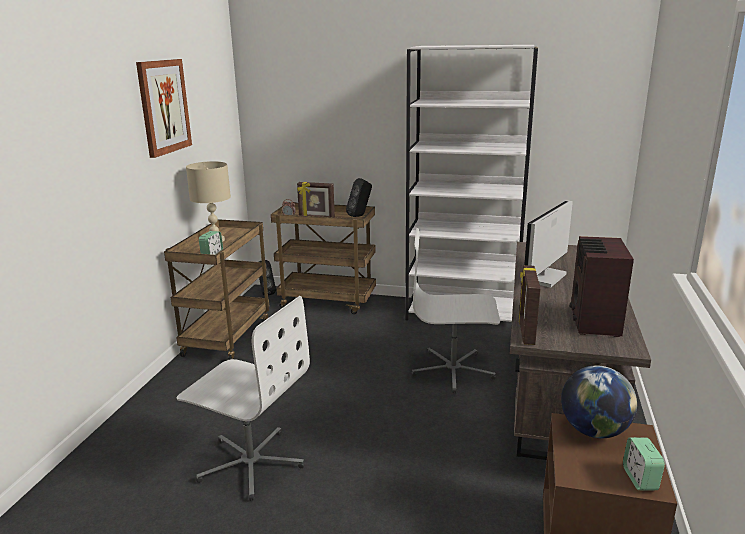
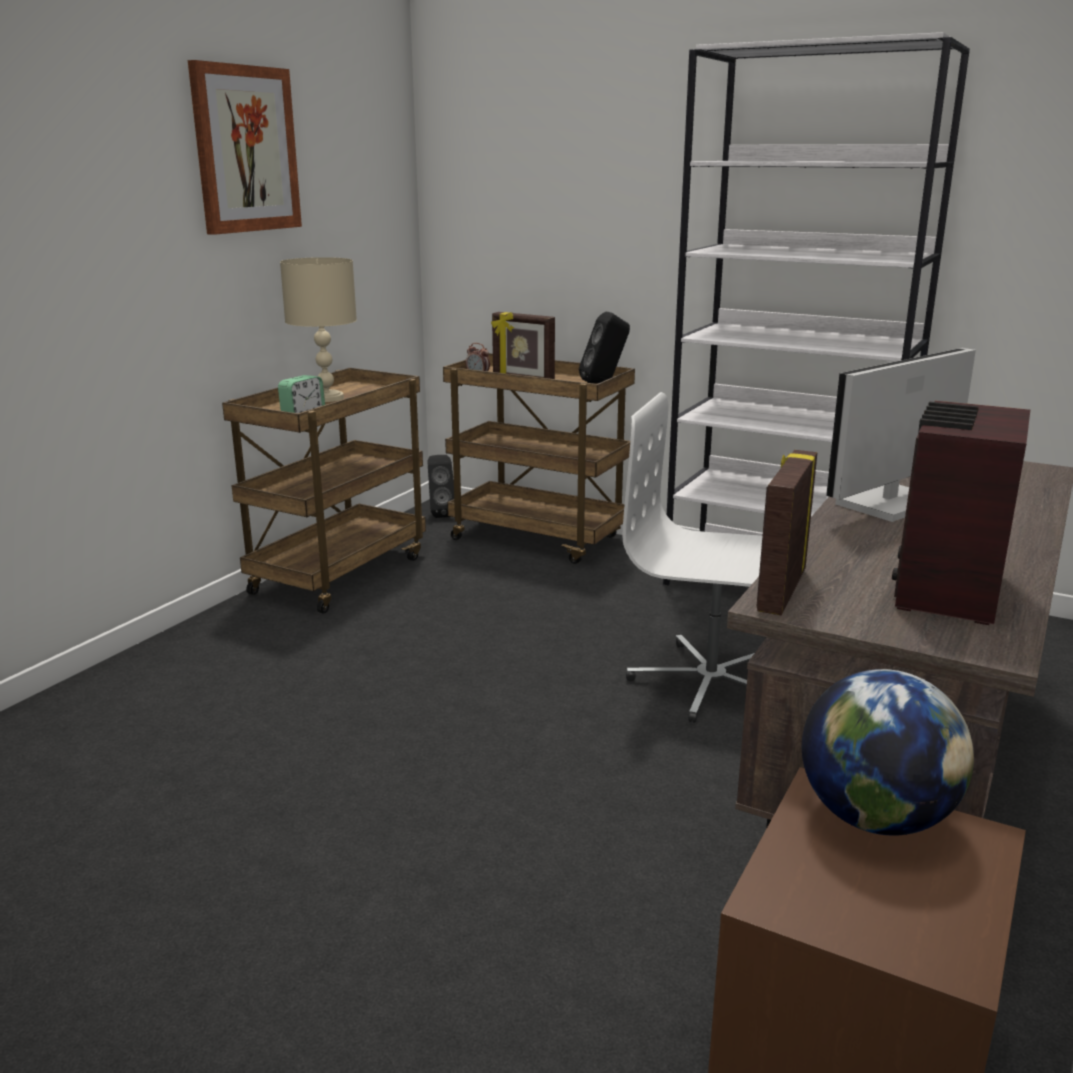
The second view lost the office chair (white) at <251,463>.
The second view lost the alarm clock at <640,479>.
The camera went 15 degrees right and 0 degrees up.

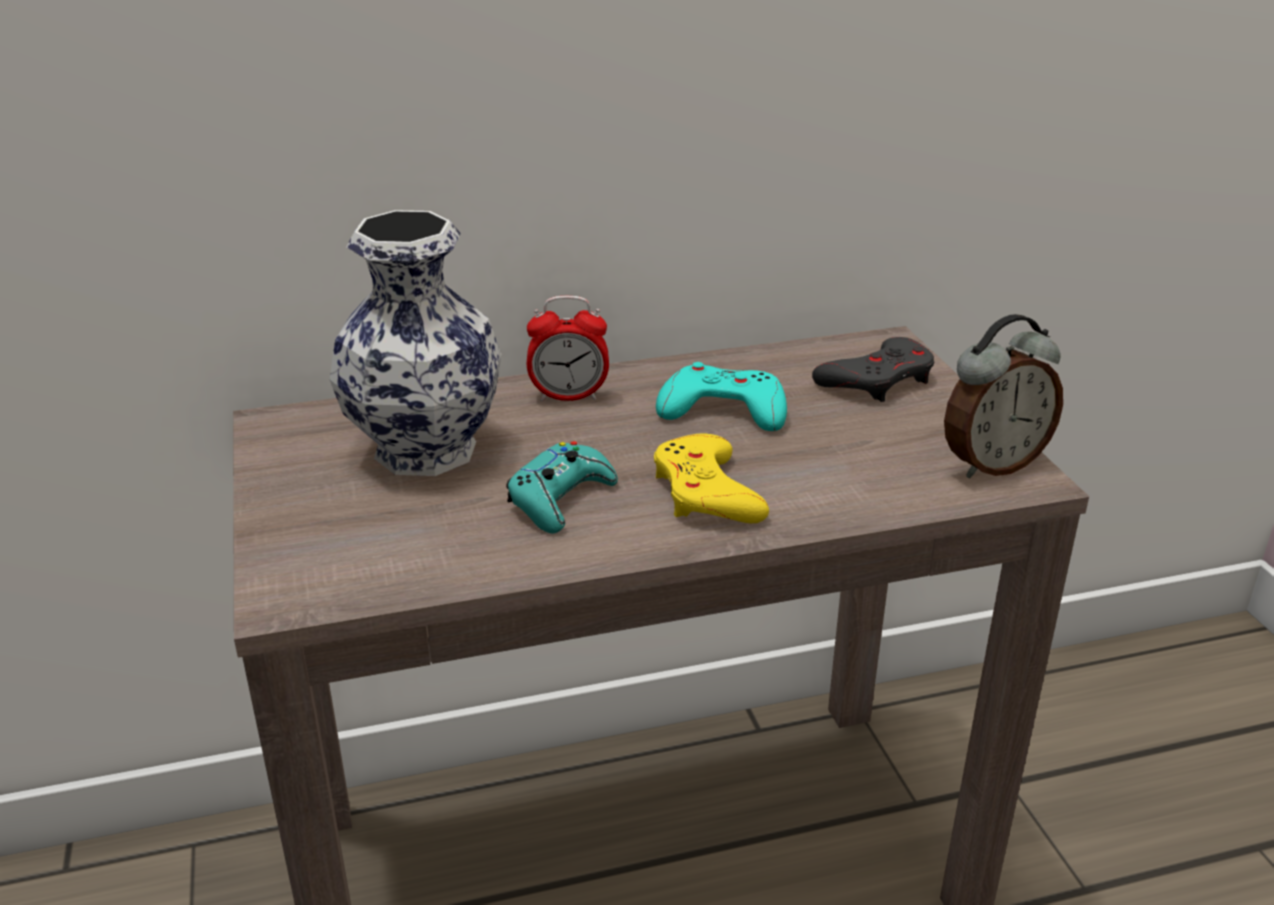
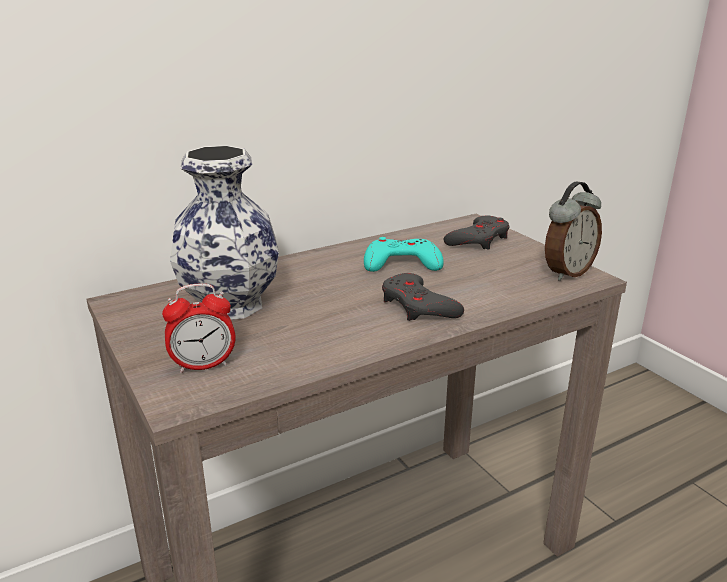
The second view lost the game controller (turquoise) at <560,499>.
The alarm clock ended up elsewhere, having gone from <569,396> to <203,365>.
What was the game controller (yellow) at <706,492> turned into the game controller (grey) at <418,306>.
The camera went 15 degrees left and 5 degrees down.

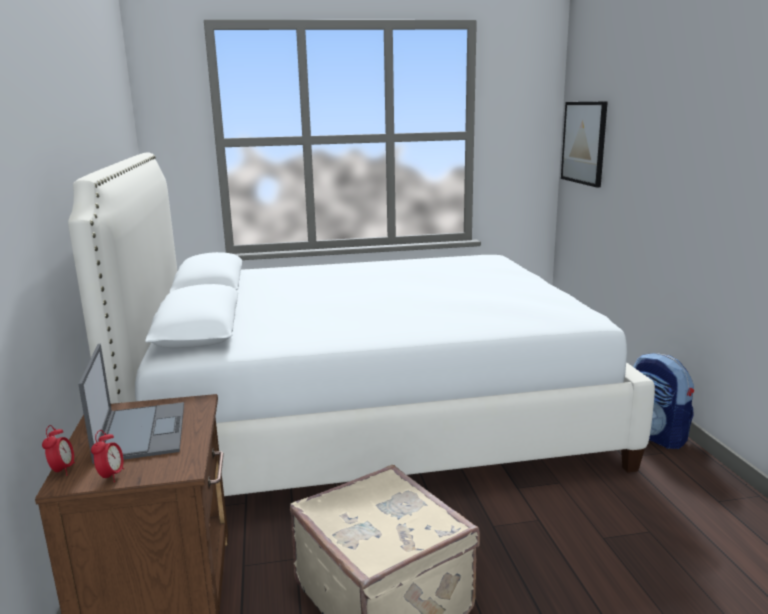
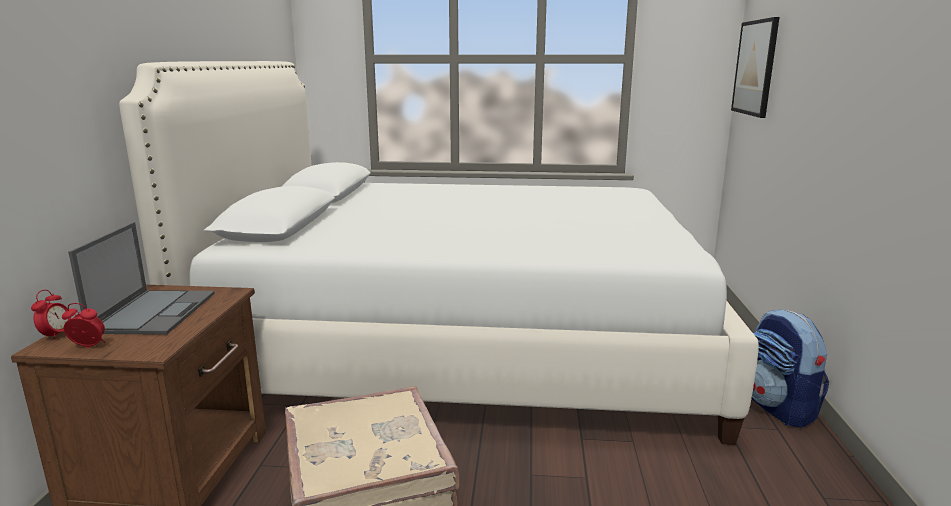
The alarm clock at <111,476> ended up facing another way, 105 degrees counterclockwise from before.
The camera went 15 degrees right and 0 degrees up.

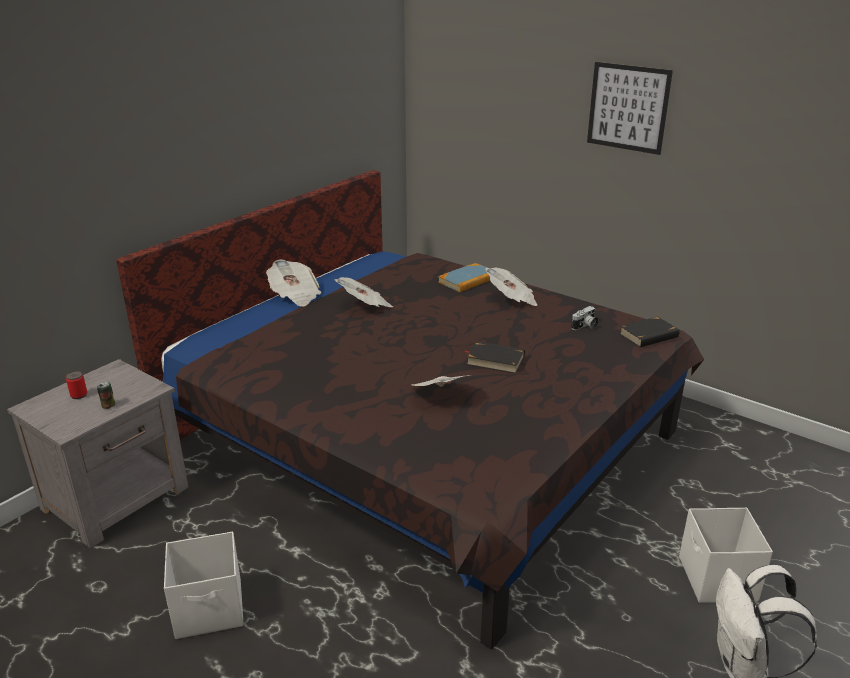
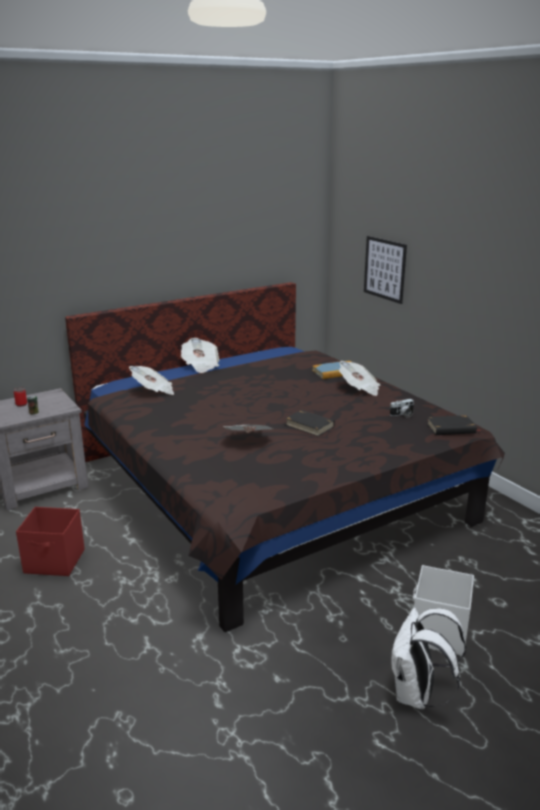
The newspaper ended up elsewhere, having gone from <365,306> to <153,391>.
The picture ended up elsewhere, having gone from <628,107> to <384,269>.
What was the storage box (white) at <210,609> turned into the storage box (red) at <55,562>.
The camera went 20 degrees right and 5 degrees down.

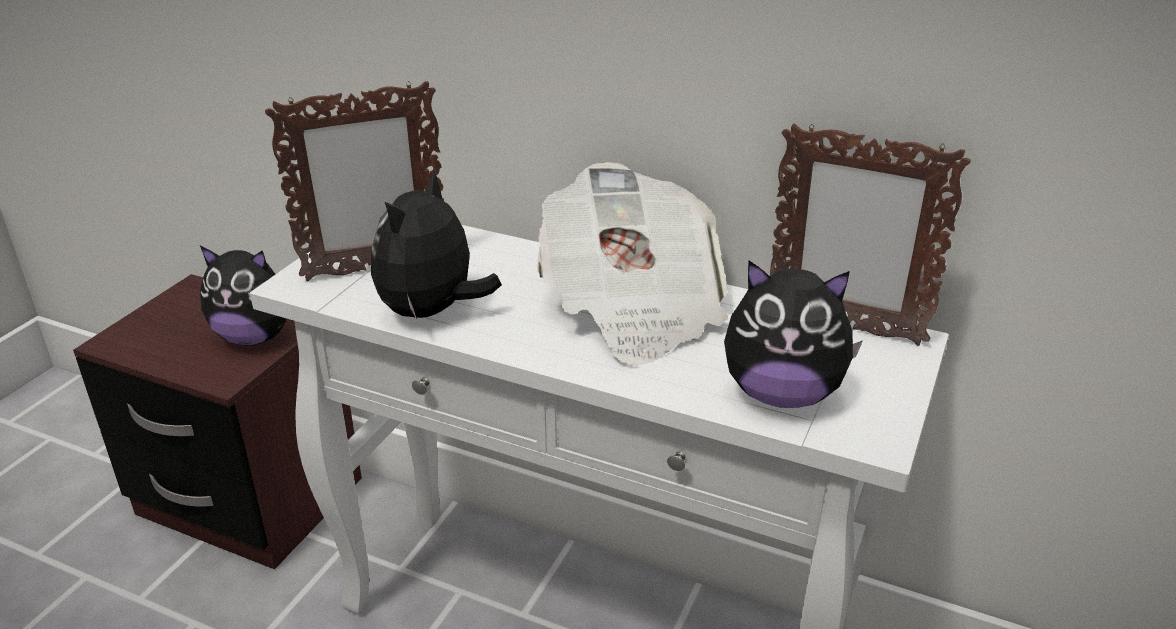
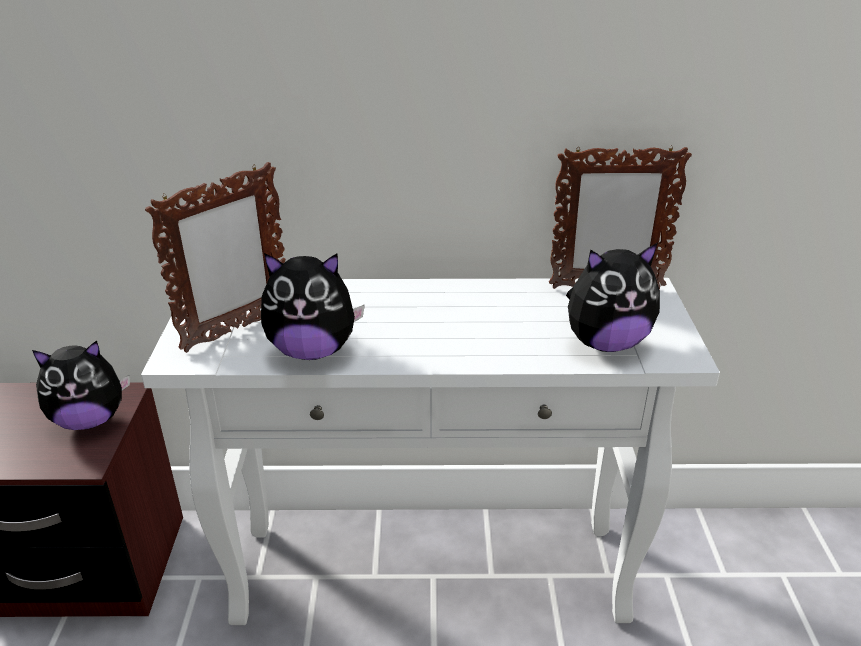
The second view lost the newspaper at <632,307>.
The plush toy at <432,312> ended up facing another way, 90 degrees counterclockwise from before.
The camera went 25 degrees left and 0 degrees up.

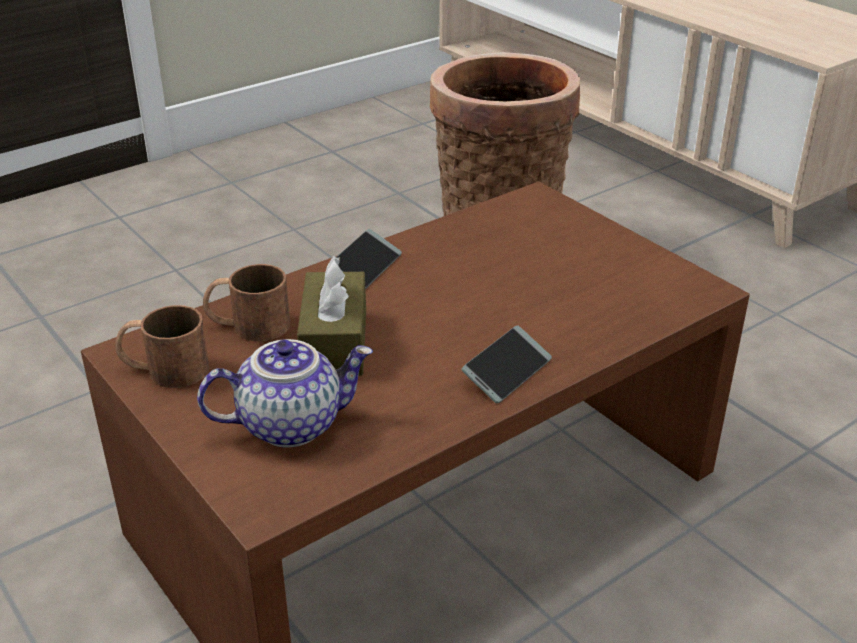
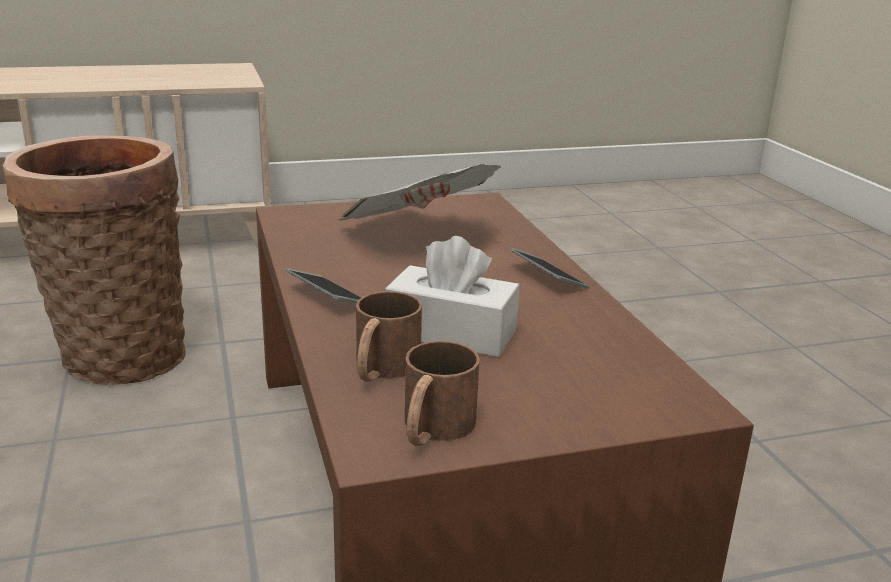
The second view lost the teapot at <291,423>.
The second view gained the newspaper at <416,235>.
What was the tissue box (brown) at <334,342> turned into the tissue box (white) at <451,333>.
The camera went 70 degrees left and 10 degrees down.

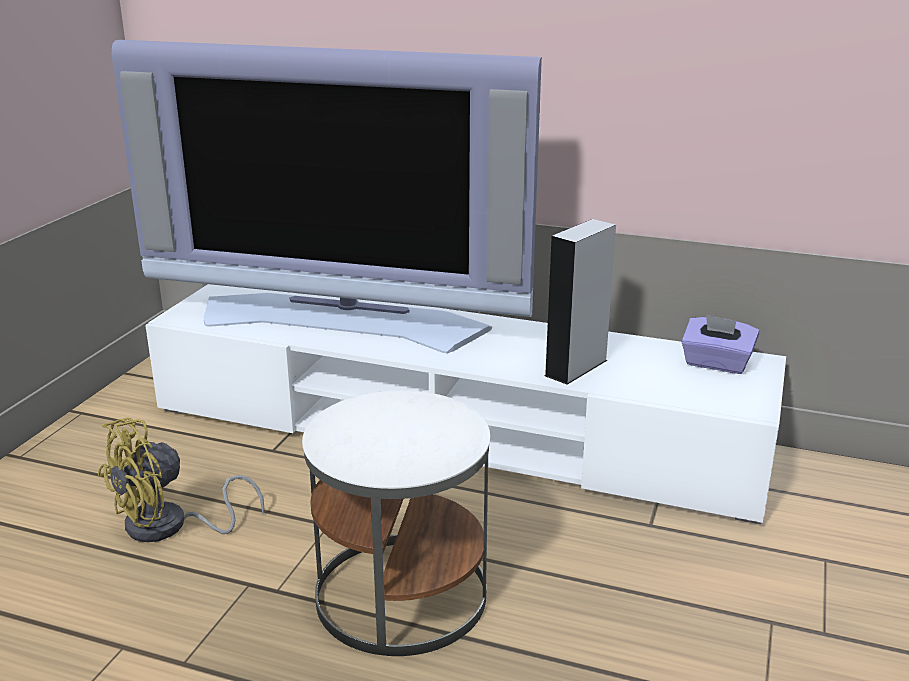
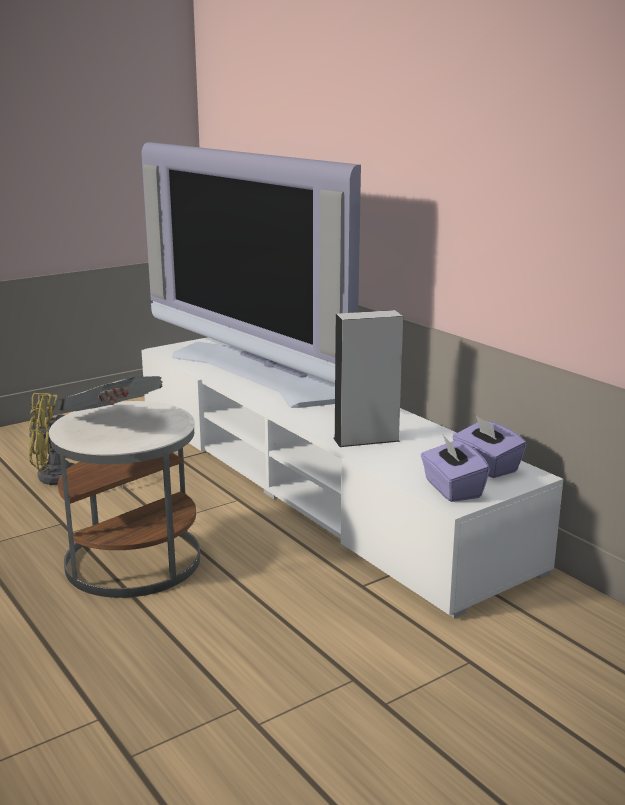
The second view gained the newspaper at <112,423>.
The second view gained the tissue box (purple) at <452,489>.
The camera went 35 degrees right and 5 degrees down.

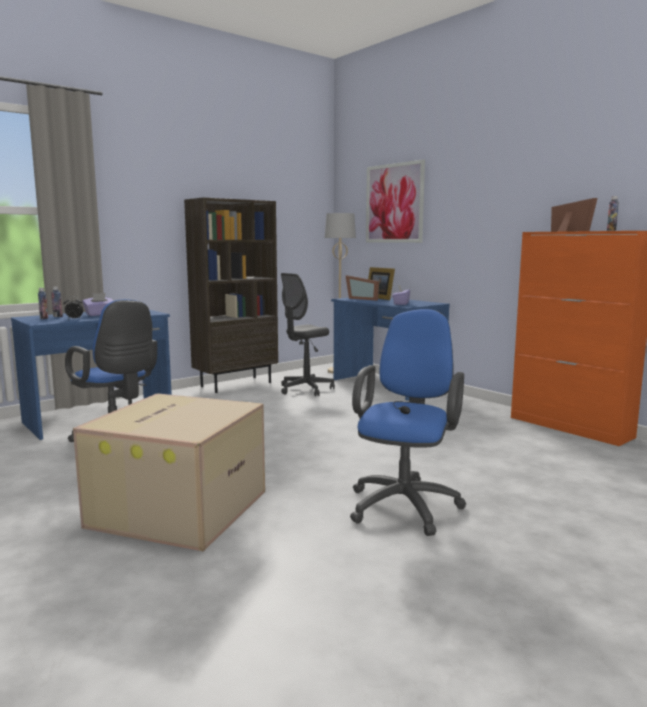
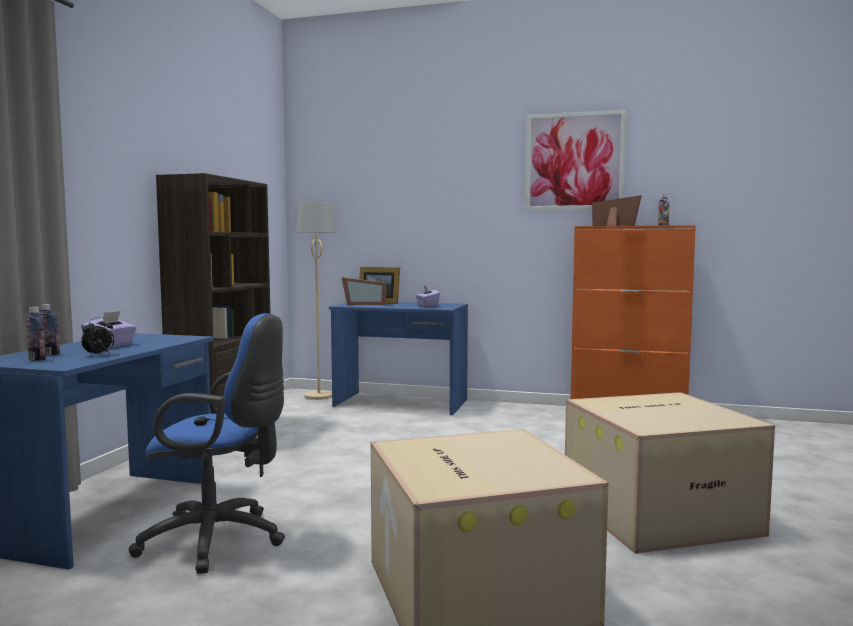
The second view lost the office chair (grey) at <305,389>.
The picture ended up elsewhere, having gone from <394,203> to <574,161>.
Where the office chair (blue) stood at <406,504>, the cardboard box came to stand at <659,513>.
The camera went 35 degrees left and 5 degrees down.

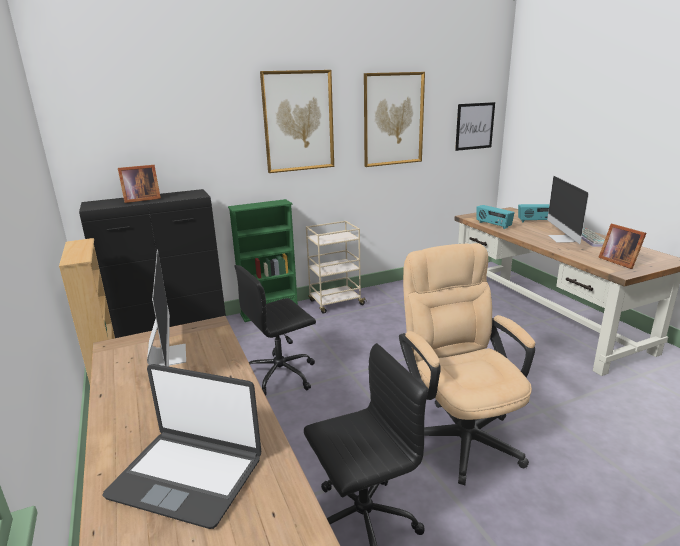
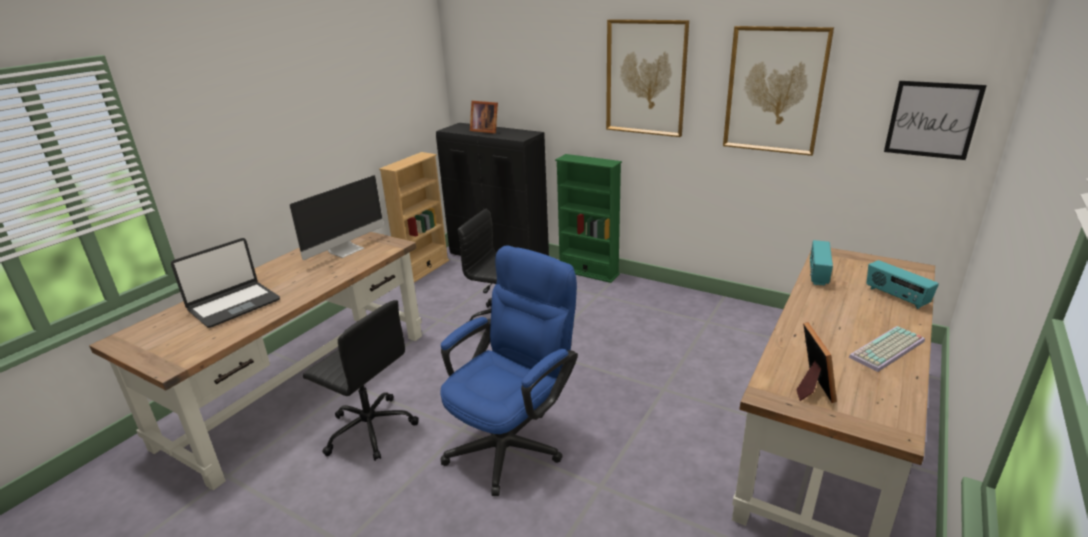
The second view lost the cart (beige) at <335,303>.
The second view lost the monitor at <563,239>.
What was the office chair (beige) at <459,432> turned into the office chair (blue) at <512,441>.
The laptop at <187,476> ended up facing another way, 120 degrees counterclockwise from before.
The picture frame at <618,261> ended up facing another way, 150 degrees clockwise from before.
The camera went 55 degrees right and 5 degrees up.

